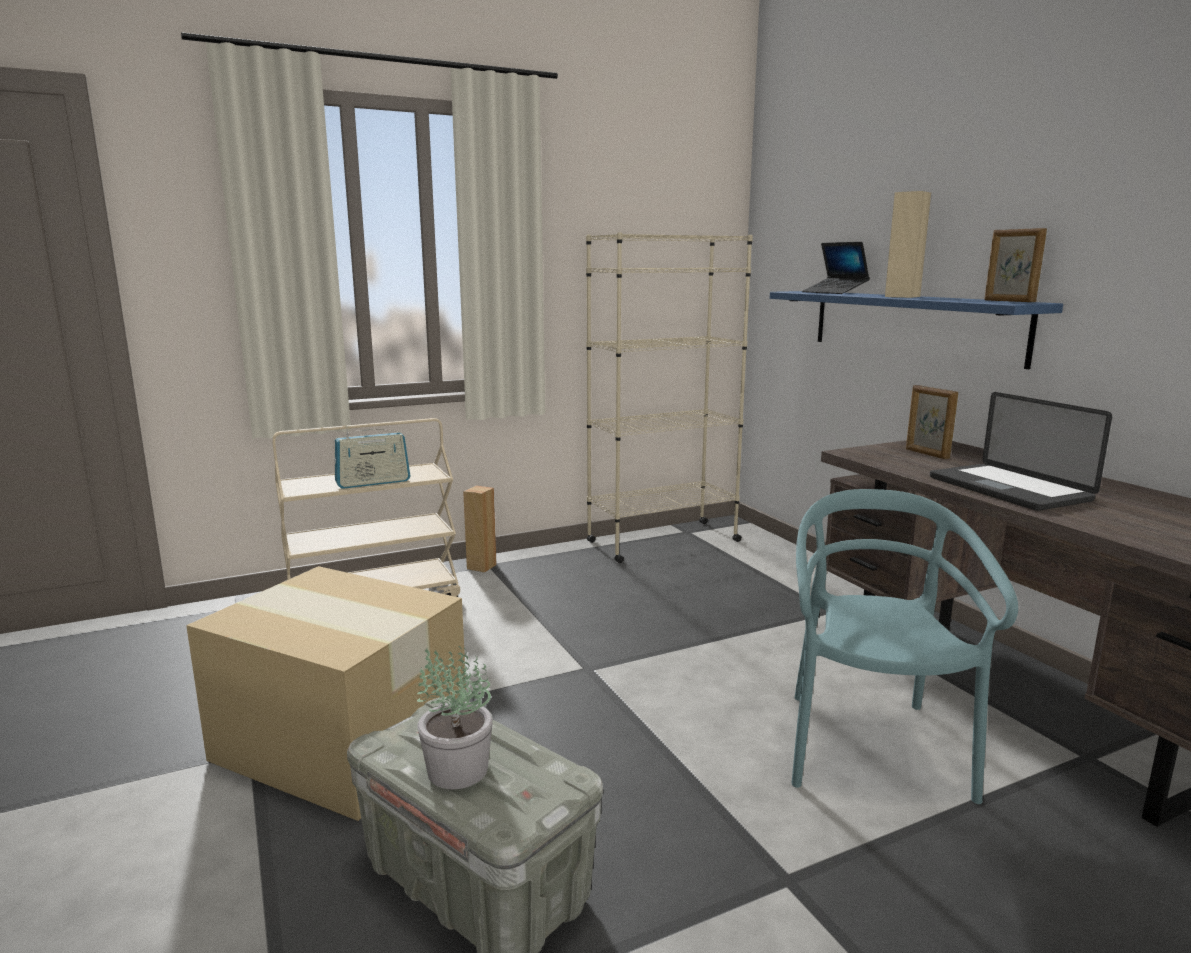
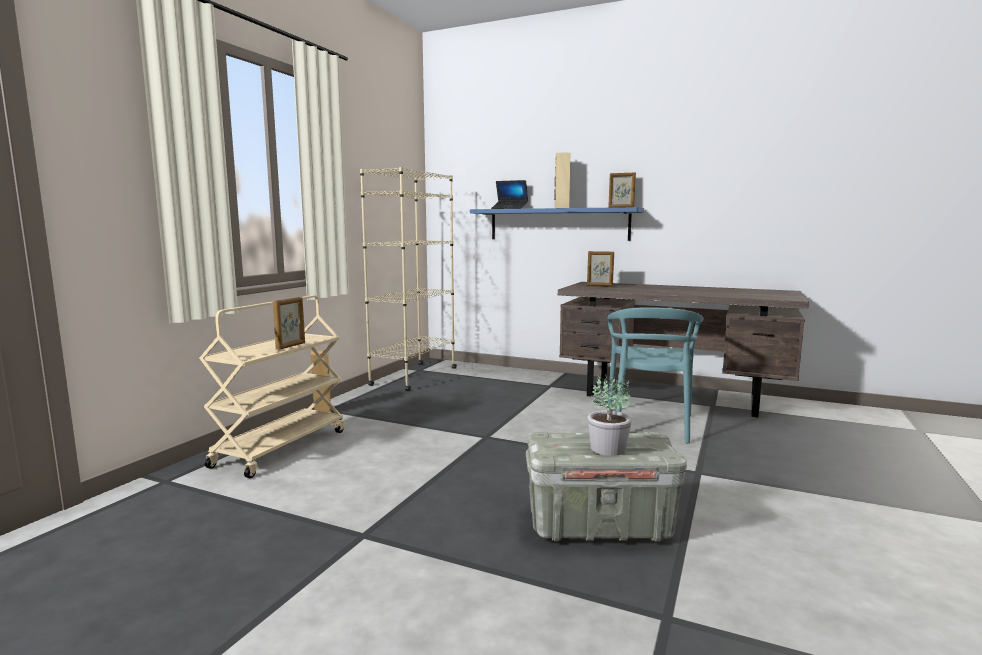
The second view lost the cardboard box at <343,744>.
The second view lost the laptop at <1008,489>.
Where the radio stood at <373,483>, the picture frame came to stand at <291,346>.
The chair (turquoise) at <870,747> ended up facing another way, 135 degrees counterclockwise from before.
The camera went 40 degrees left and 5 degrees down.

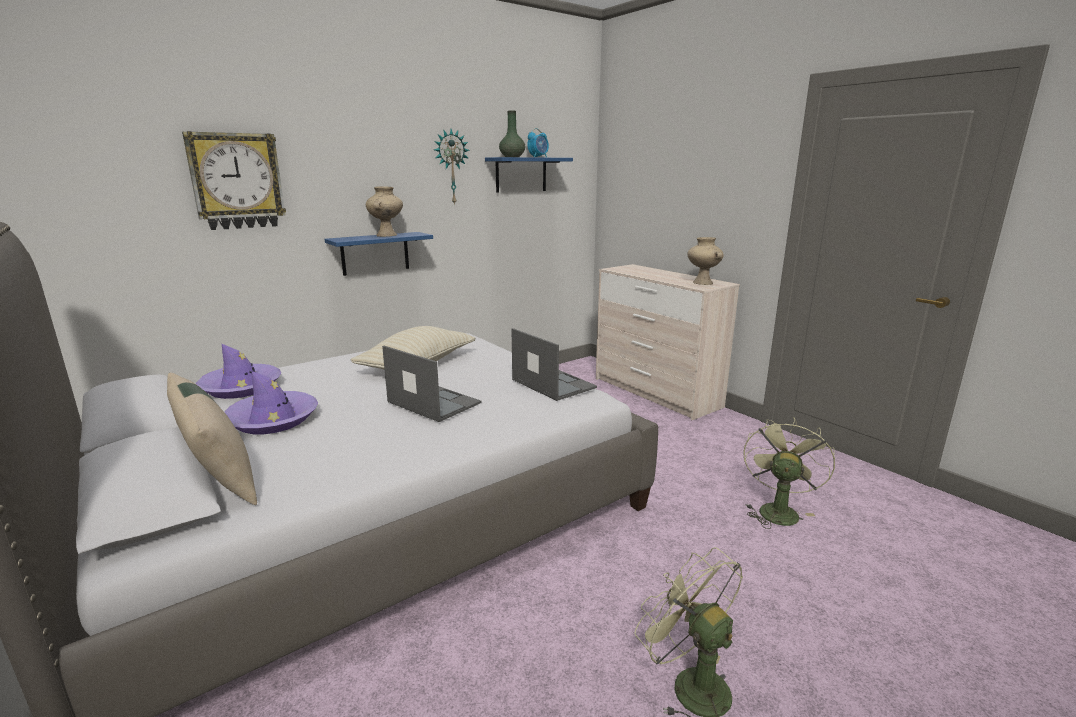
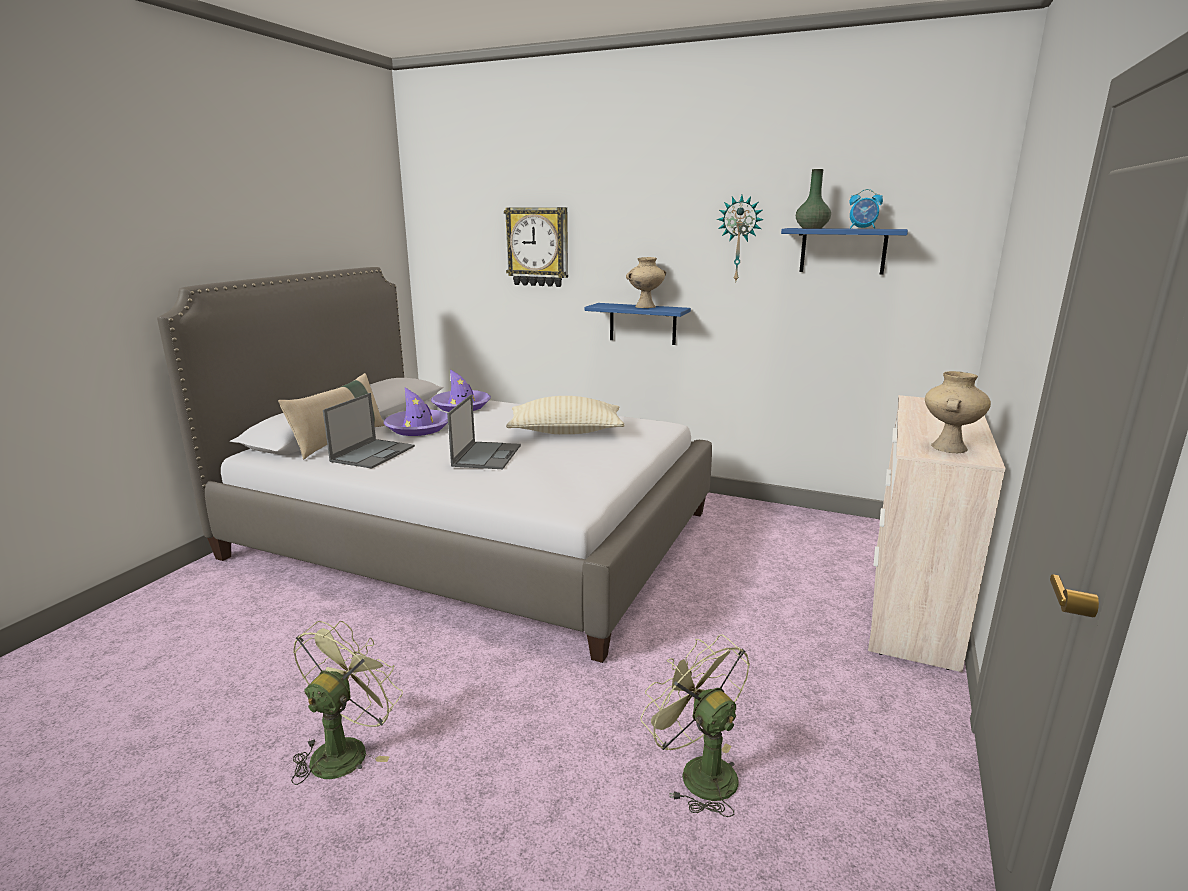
The laptop ended up elsewhere, having gone from <552,383> to <373,453>.
The fan (green) at <777,510> ended up facing another way, 120 degrees counterclockwise from before.
The camera went 60 degrees right and 0 degrees up.

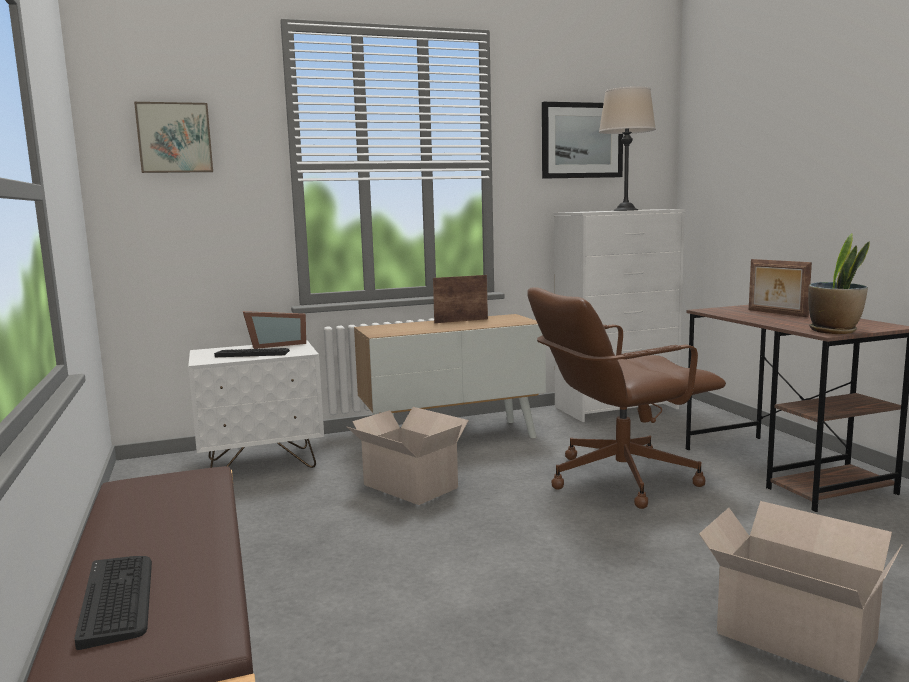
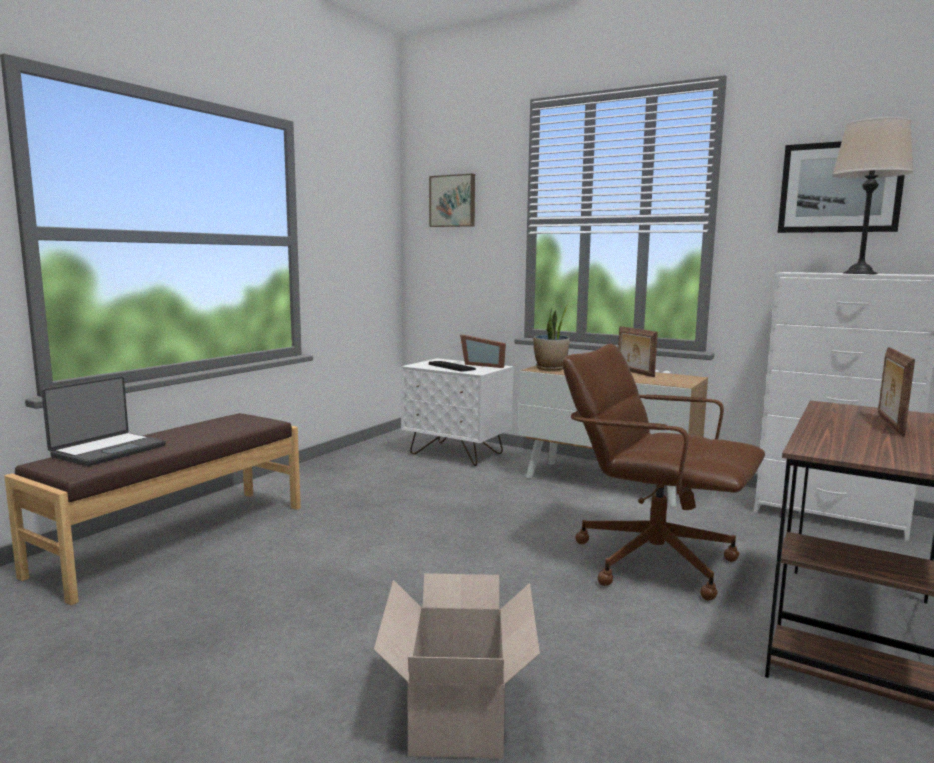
The second view lost the cardboard box at <409,485>.
The potted plant ended up elsewhere, having gone from <834,331> to <550,368>.
Where the keyboard stood at <118,599>, the laptop came to stand at <108,450>.
The picture frame at <461,321> ended up facing another way, 150 degrees counterclockwise from before.
The camera went 50 degrees right and 0 degrees up.

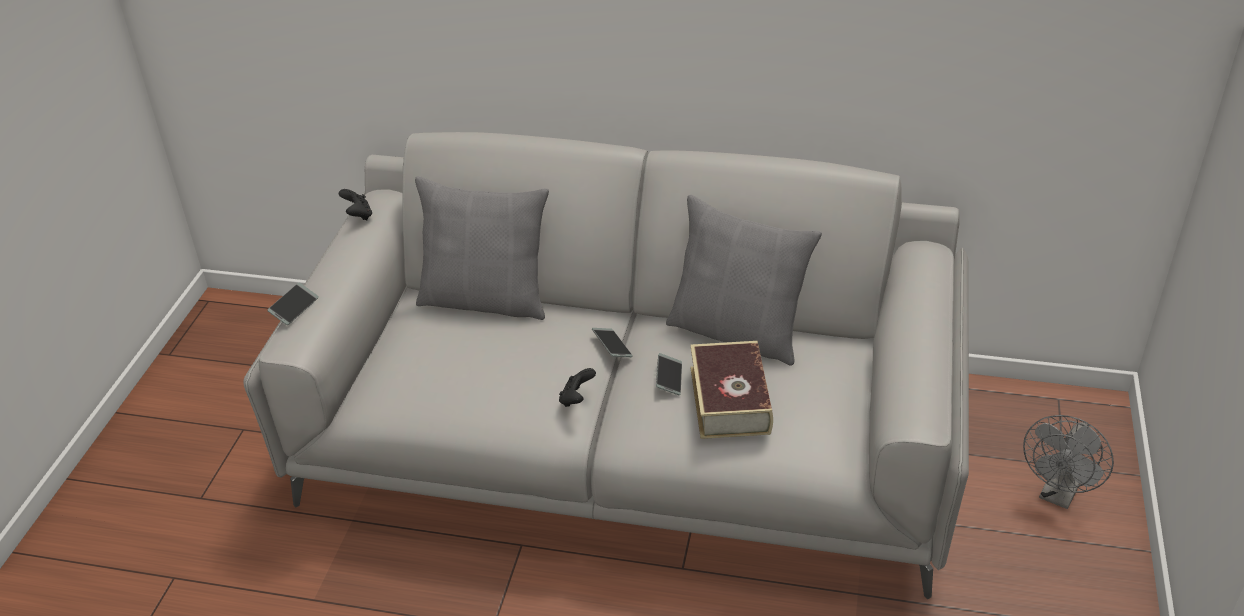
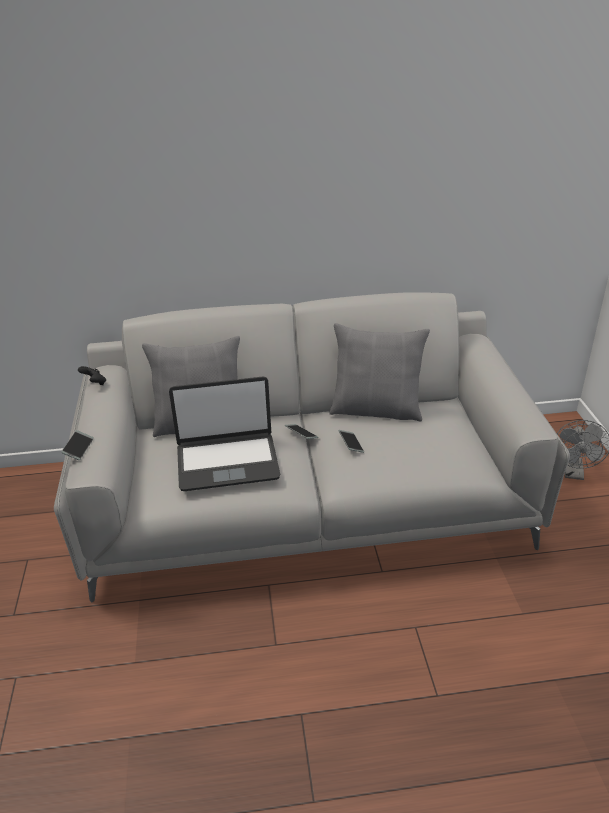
The second view lost the game controller (black) at <576,399>.
The second view lost the book at <730,400>.
The second view gained the laptop at <227,462>.
The camera went 20 degrees left and 5 degrees down.

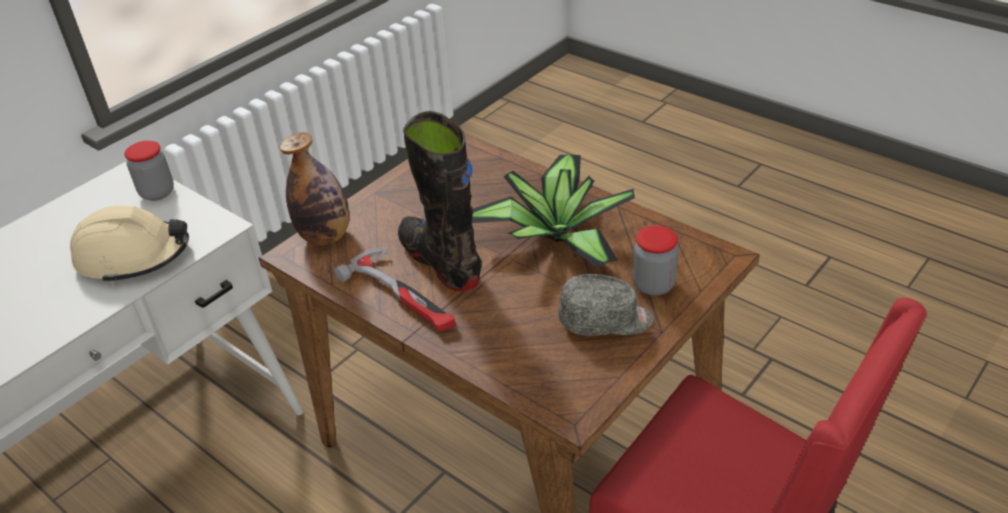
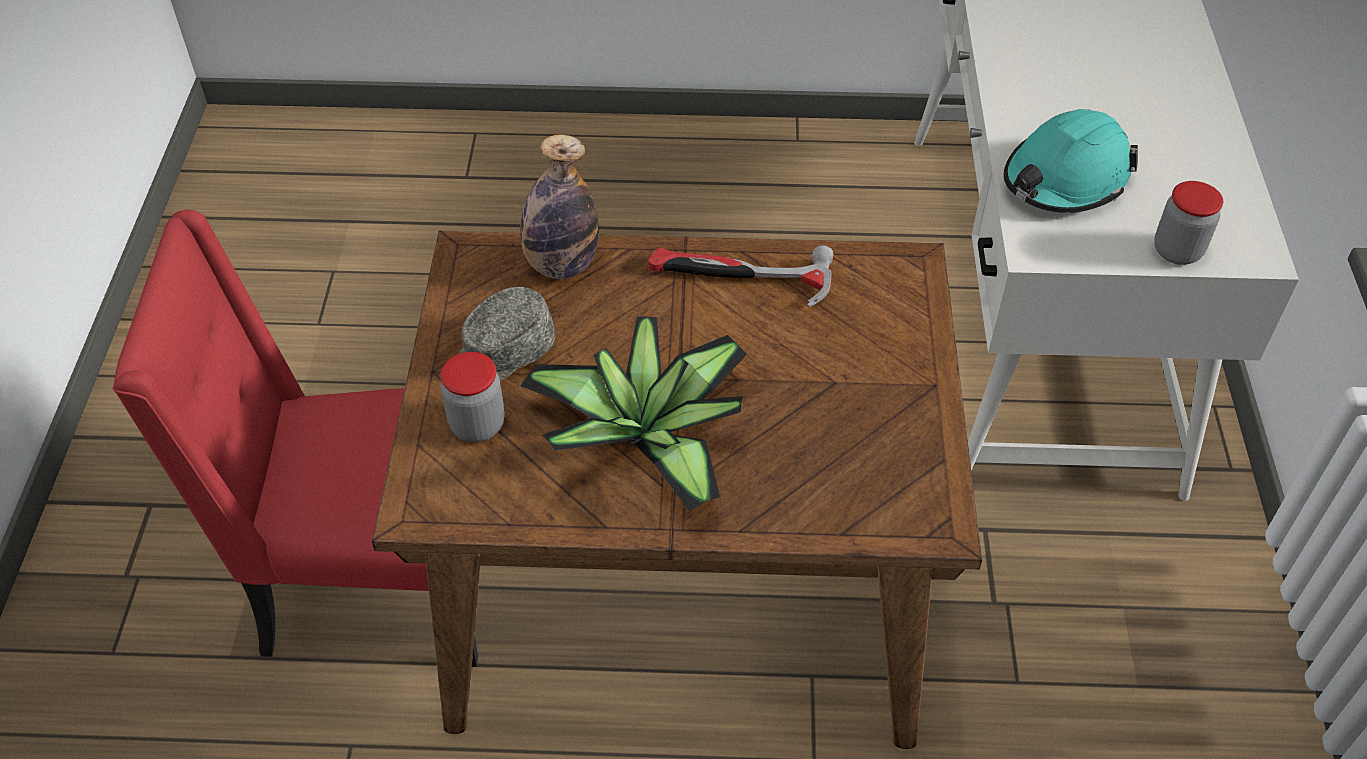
The second view lost the boot (black) at <440,262>.
The bottle ended up elsewhere, having gone from <325,236> to <561,265>.
What was the hard hat (beige) at <133,256> turned into the hard hat (turquoise) at <1065,179>.
The camera went 140 degrees right and 10 degrees up.

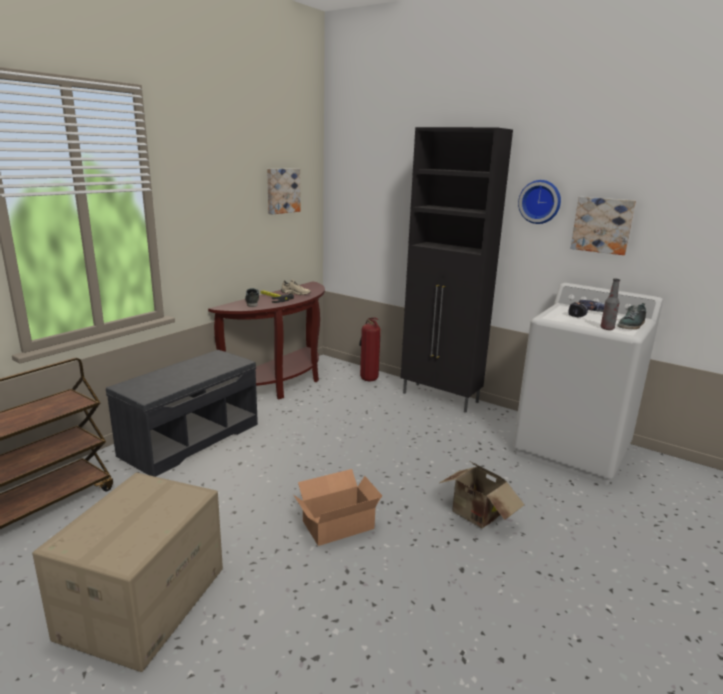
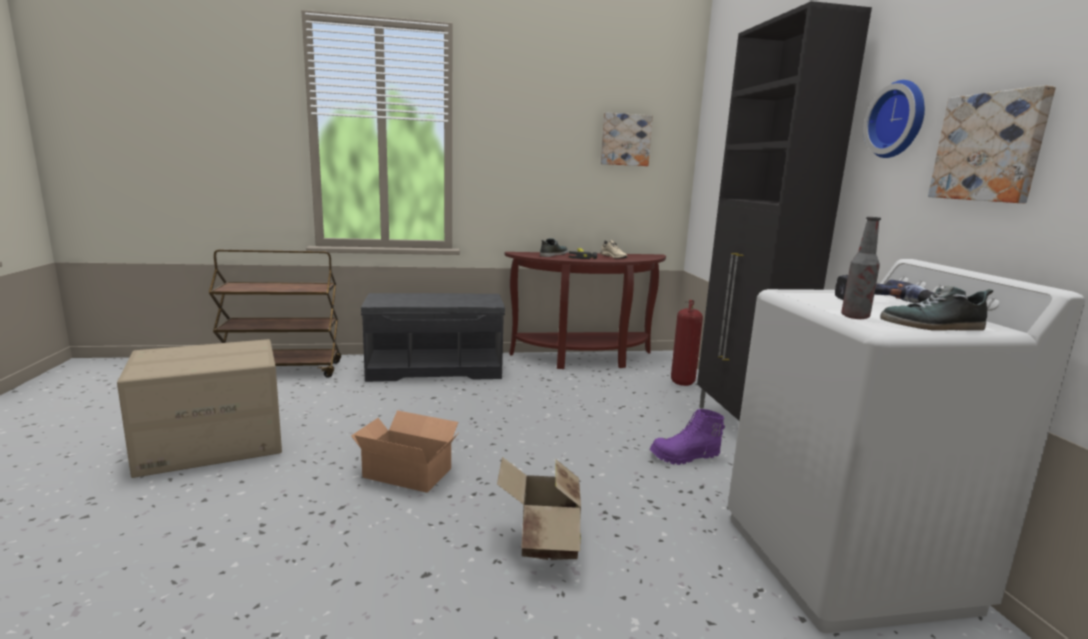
The second view gained the boot (purple) at <685,457>.
The camera went 45 degrees right and 5 degrees down.

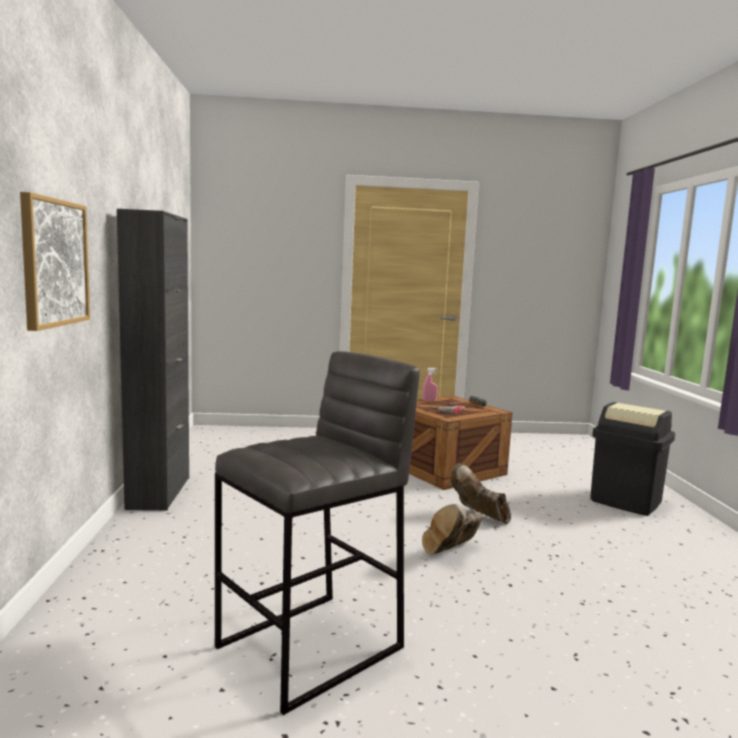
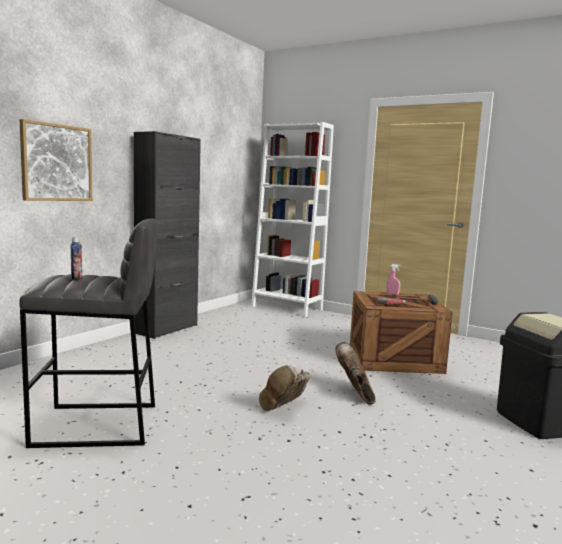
The second view gained the bottle at <76,279>.
The second view gained the bookcase (white) at <286,308>.
The boot (brown) at <451,552> ended up facing another way, 45 degrees counterclockwise from before.
The camera went 35 degrees right and 0 degrees up.

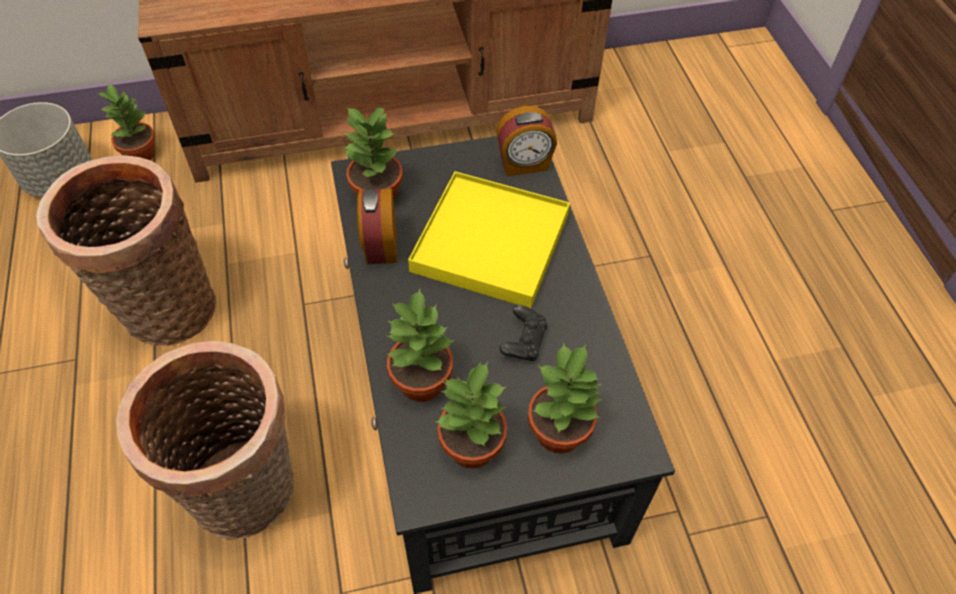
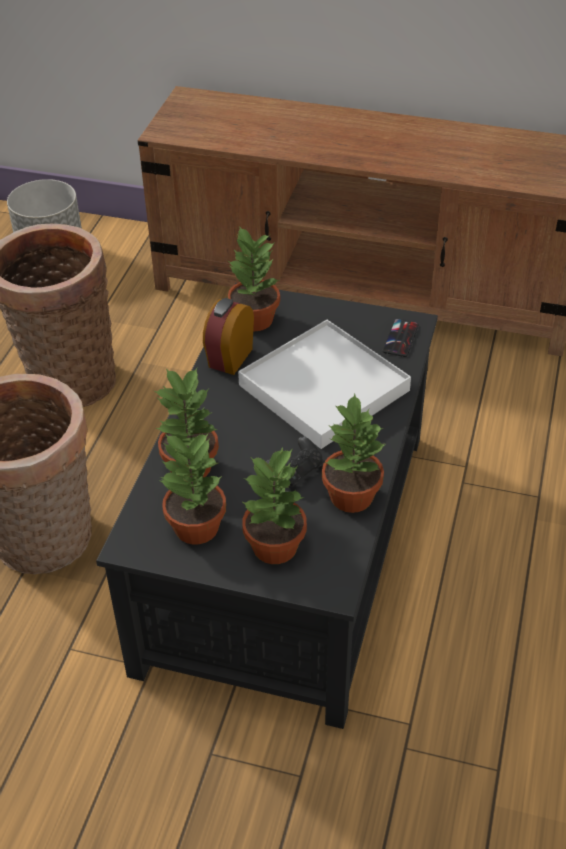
The potted plant ended up elsewhere, having gone from <140,153> to <350,495>.
Where the alarm clock stood at <524,164>, the phone came to stand at <400,338>.
What was the tray (yellow) at <490,243> turned into the tray (white) at <323,388>.
The camera went 30 degrees right and 10 degrees down.

